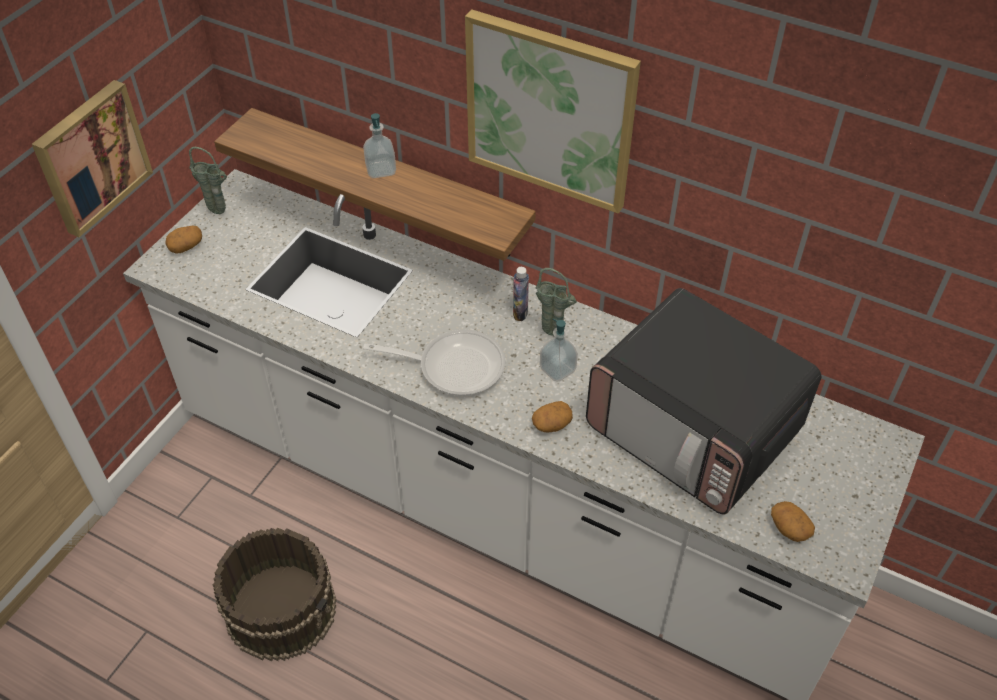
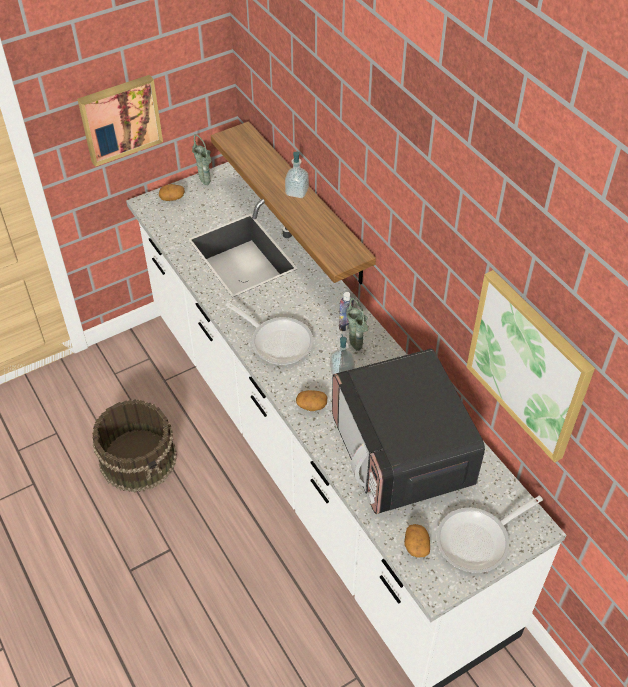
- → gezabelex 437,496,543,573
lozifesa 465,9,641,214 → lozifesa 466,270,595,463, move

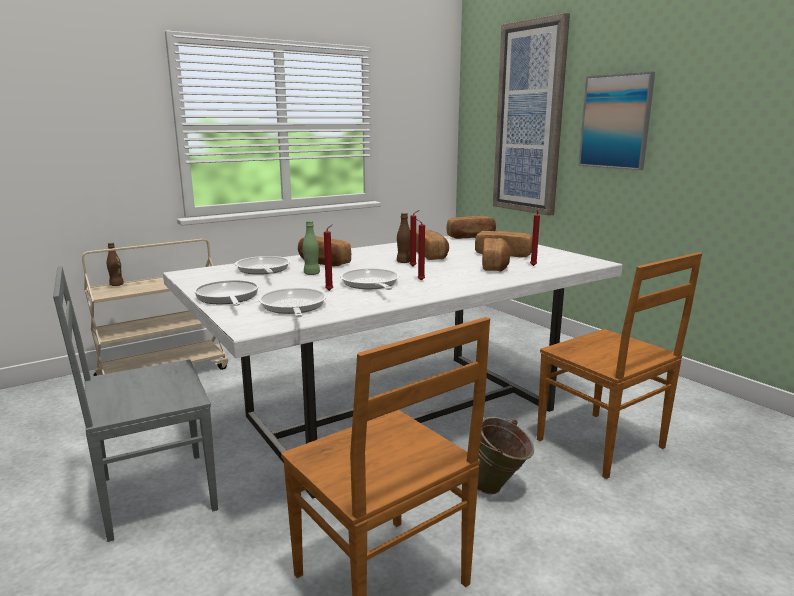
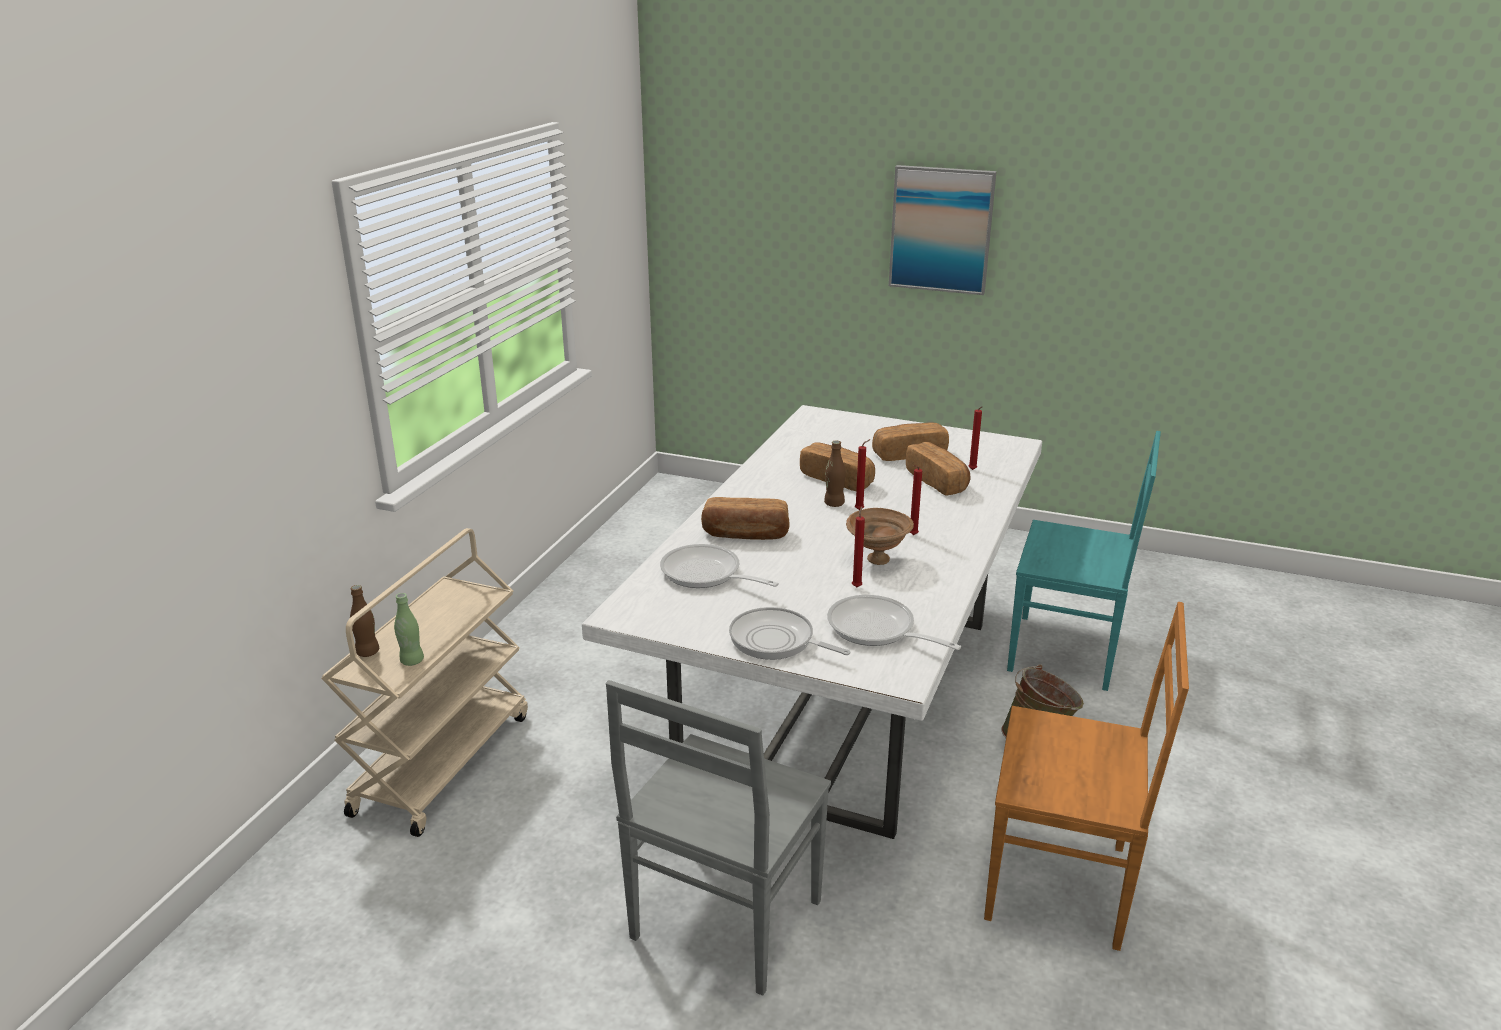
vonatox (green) 303,221,320,275 → vonatox (green) 394,593,424,666, move
gezabelex 340,268,400,290 → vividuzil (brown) 846,508,914,565
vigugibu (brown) 537,252,702,479 → vigugibu (turquoise) 1007,431,1161,691
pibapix 447,216,496,239 → -
lozifesa 493,13,570,216 → -

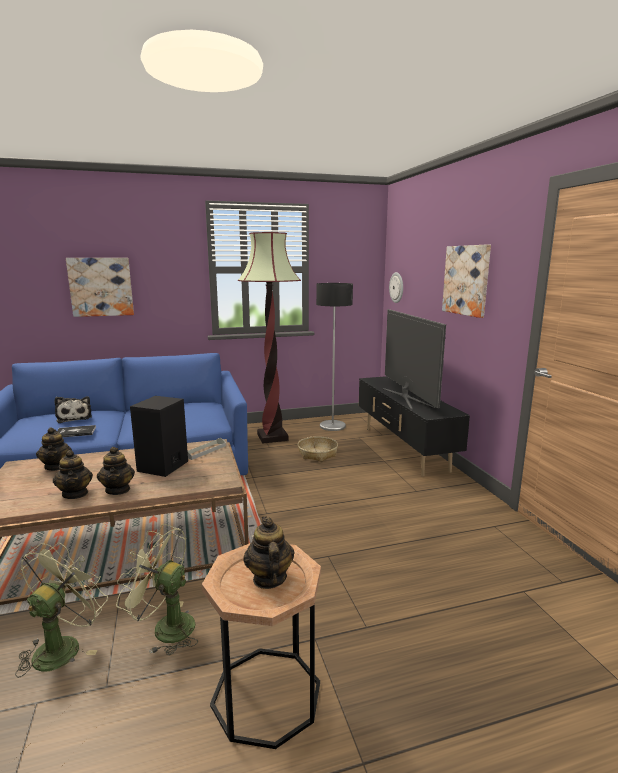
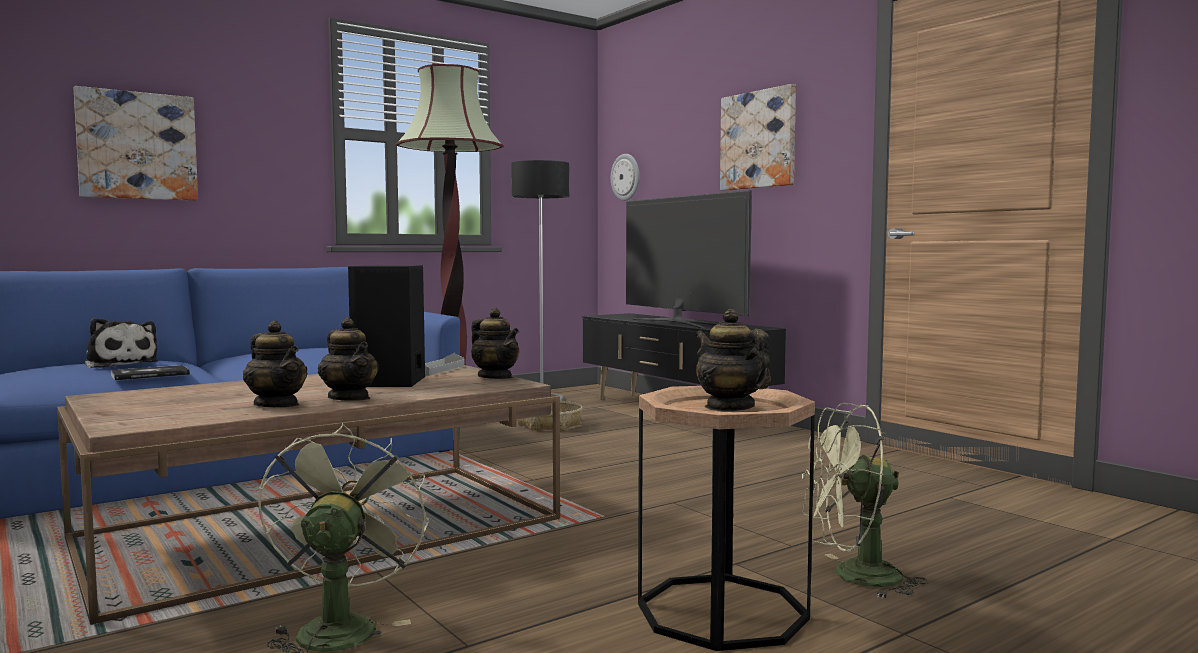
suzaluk 36,427,72,471 → suzaluk 471,308,519,379, move
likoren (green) 116,524,198,655 → likoren (green) 802,403,928,599, move

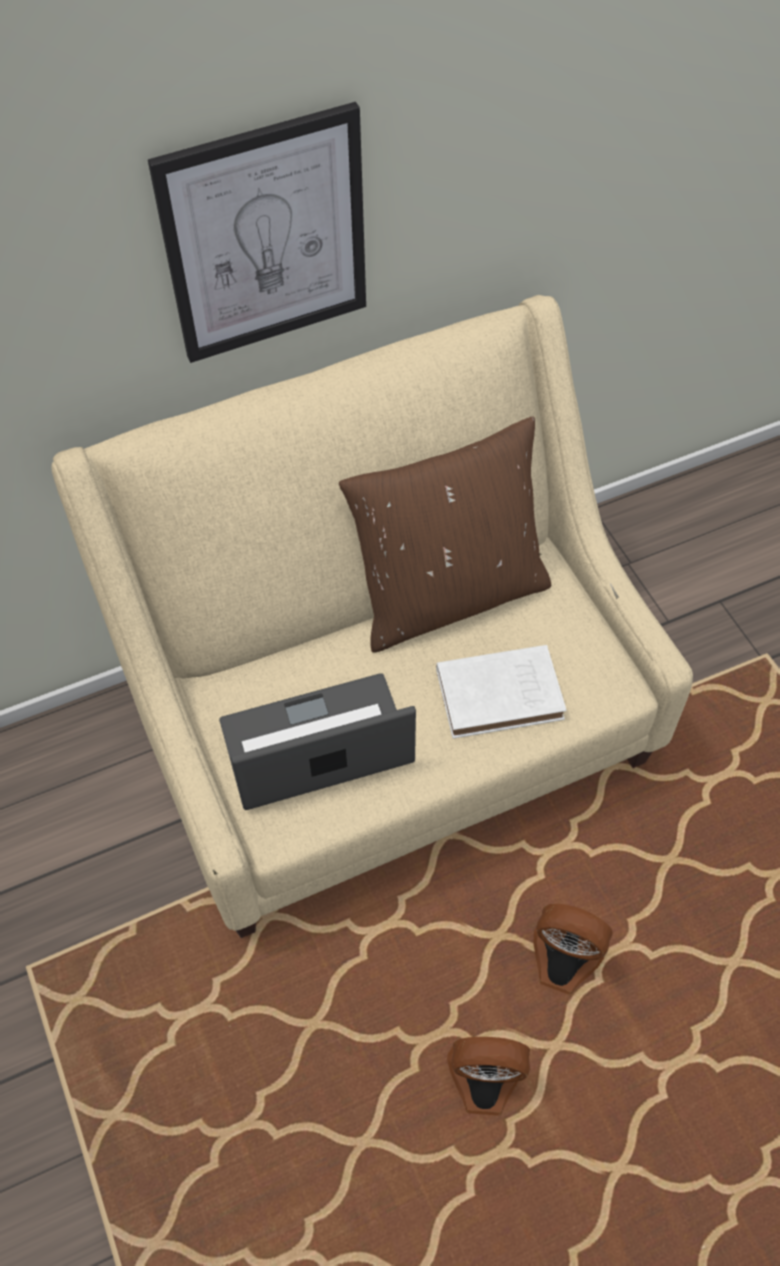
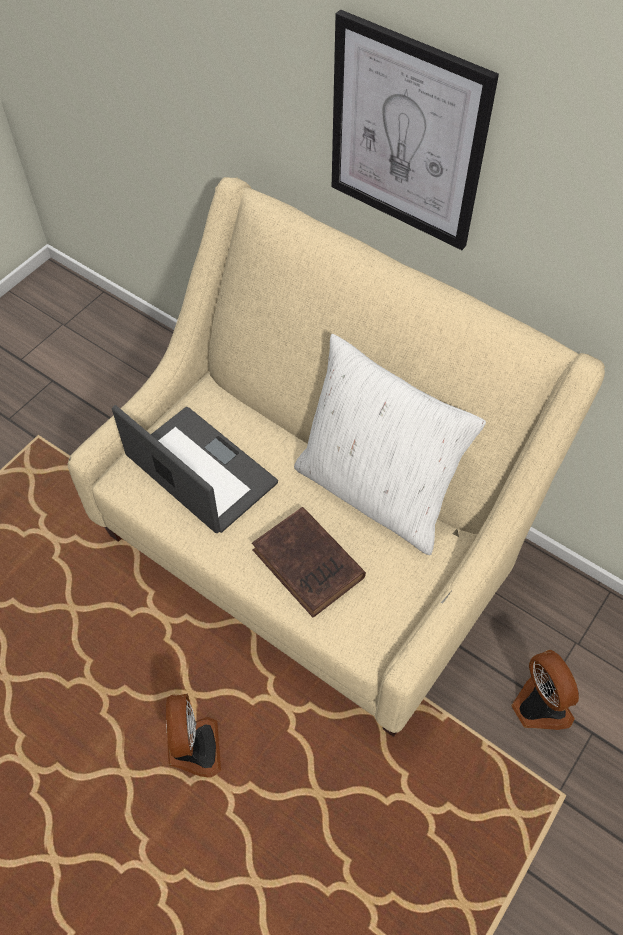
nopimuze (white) 436,645,566,738 → nopimuze (brown) 252,507,366,617
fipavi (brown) 339,416,551,653 → fipavi (white) 294,334,486,555
likoren 447,1037,530,1116 → likoren 512,650,579,730, move

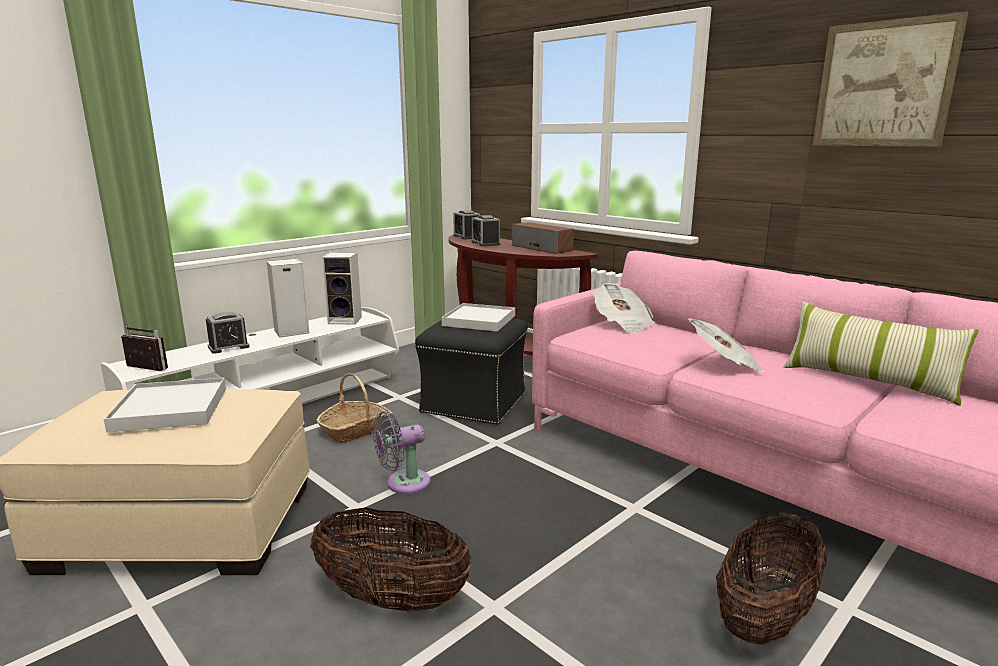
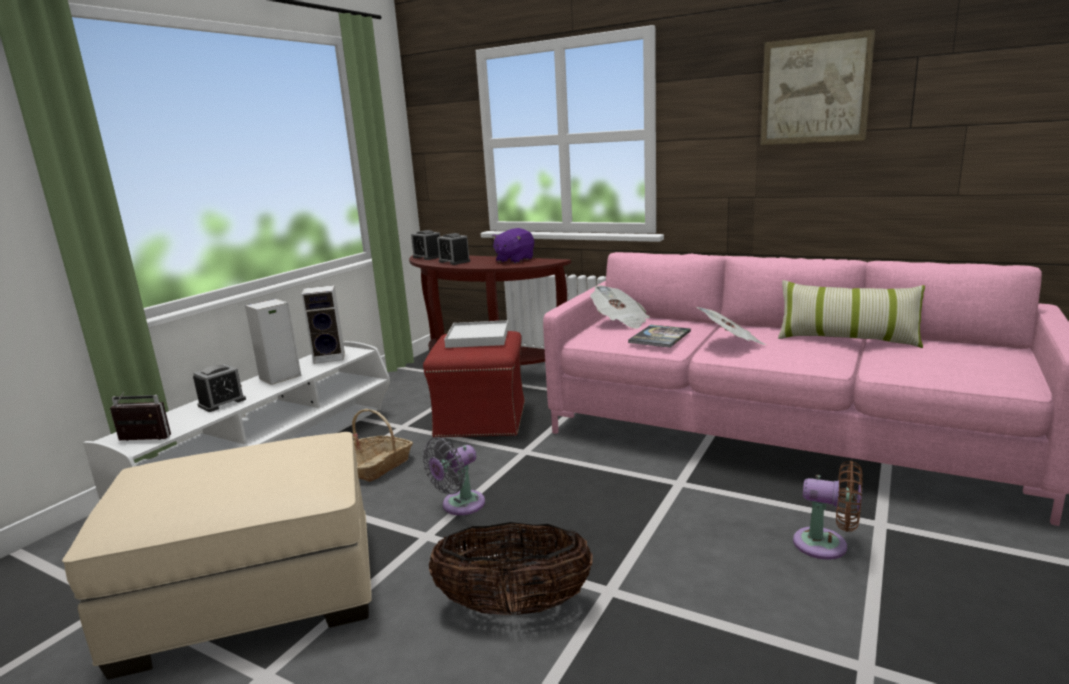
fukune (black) 415,318,528,425 → fukune (red) 423,331,525,437
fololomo 512,222,574,254 → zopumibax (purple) 492,228,534,263
- → nopimuze 628,325,691,348
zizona 716,512,827,644 → likoren (brown) 793,461,863,559
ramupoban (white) 104,378,226,432 → -

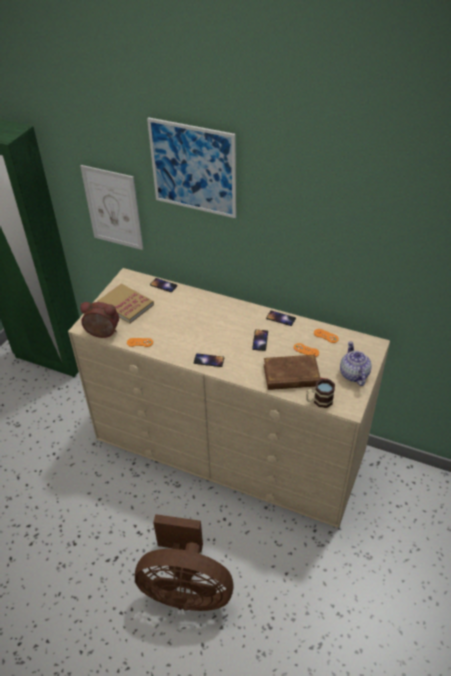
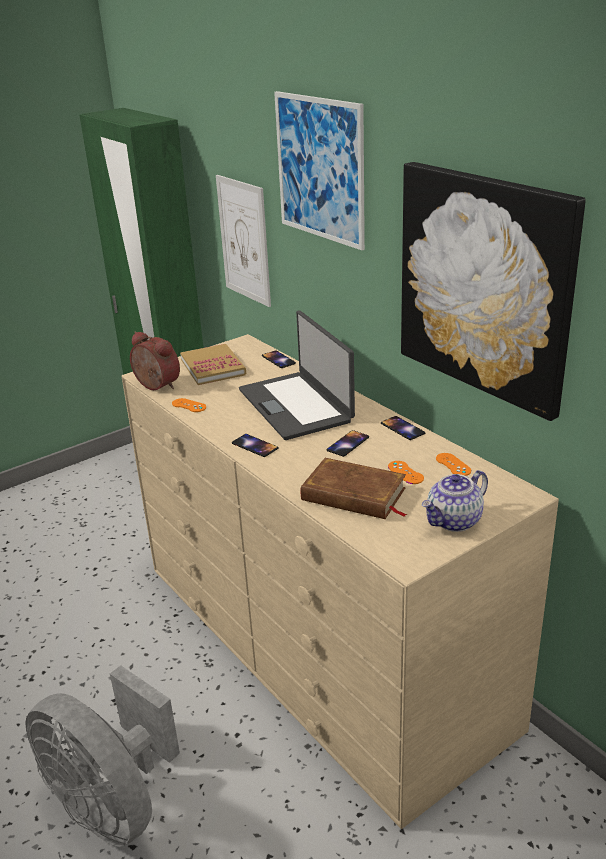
likoren (brown) 135,514,234,611 → likoren (grey) 25,665,180,847
- → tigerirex 239,311,355,440
- → lozifesa 401,162,586,421
suzaluk 340,341,372,386 → suzaluk 422,470,488,532, 150 degrees counterclockwise
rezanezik 306,379,335,408 → -

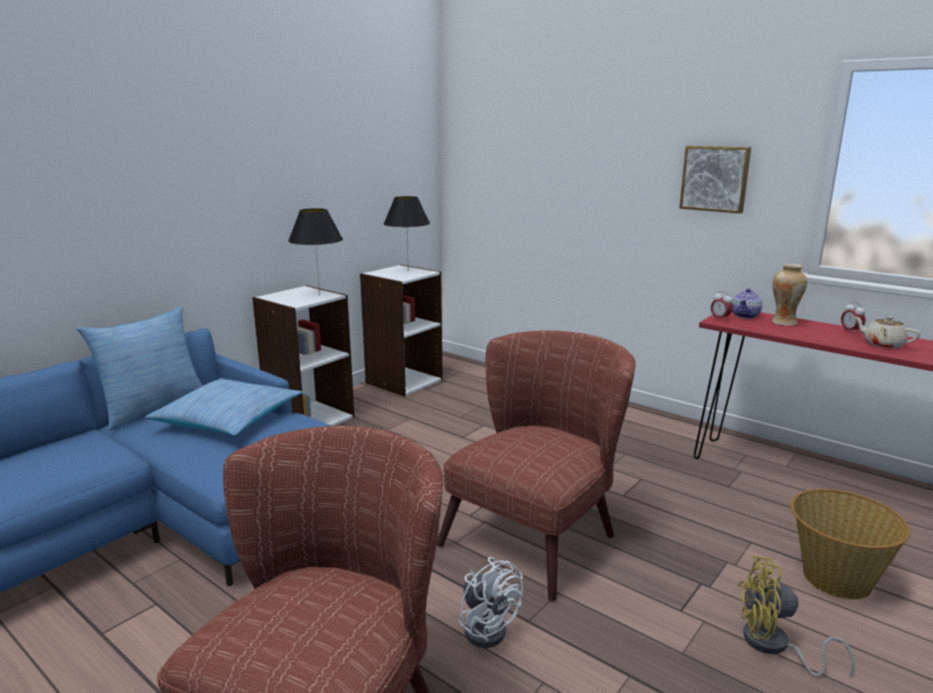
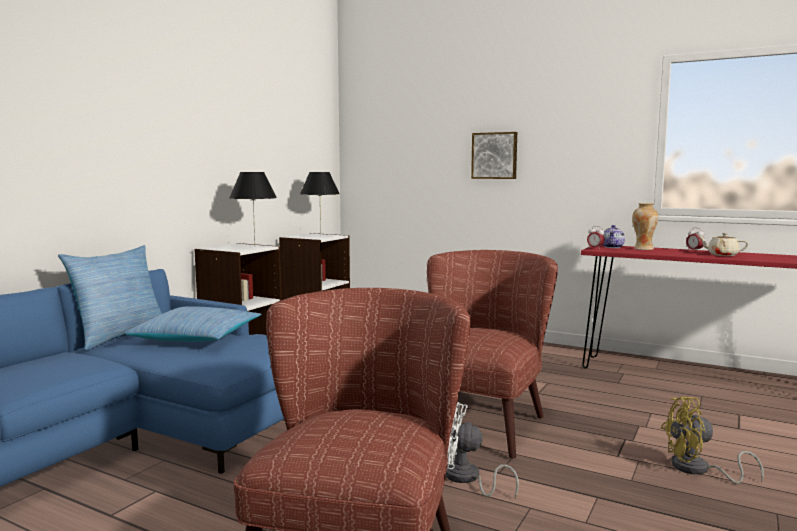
likoren (white) 458,557,523,648 → likoren (white) 445,402,519,498, 150 degrees clockwise
lozifesa 680,146,751,213 → lozifesa 471,132,517,179, move
zizona 790,489,910,600 → -

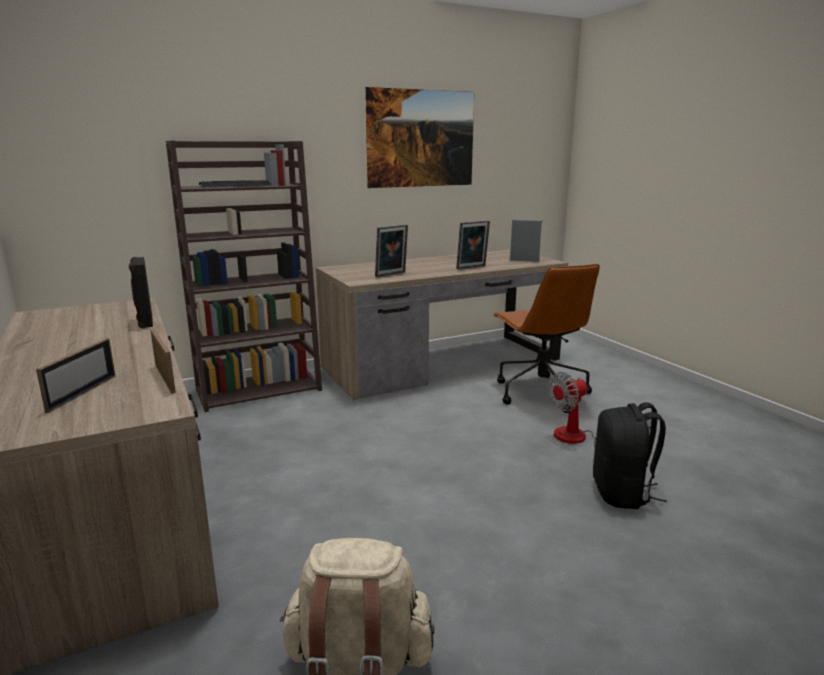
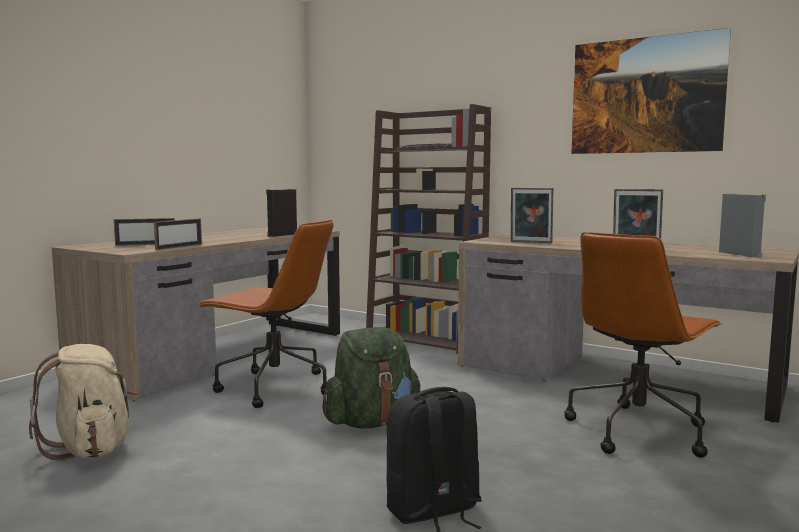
- → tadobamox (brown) 197,220,334,408
- → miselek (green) 322,327,420,428
likoren 549,372,651,444 → -

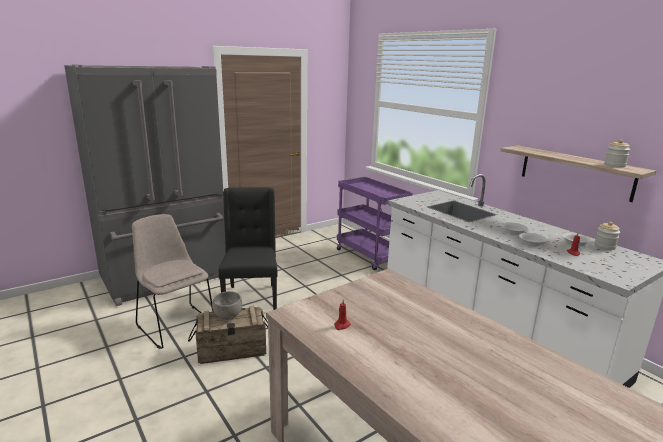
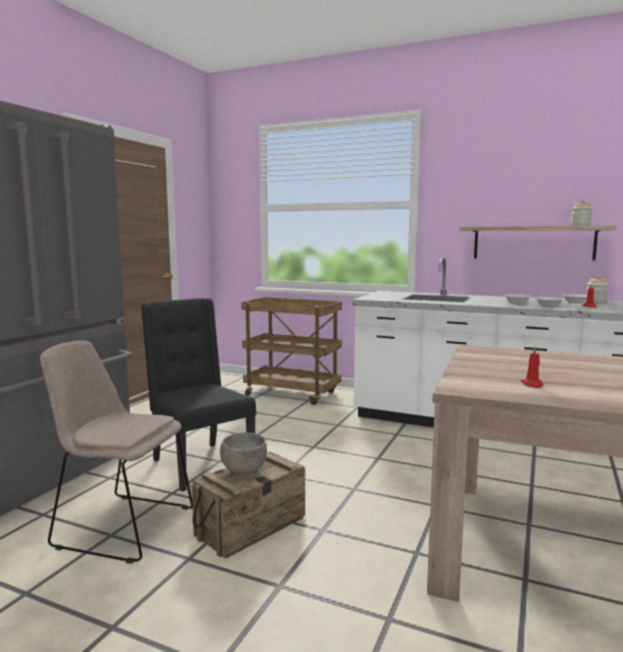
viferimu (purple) 337,177,412,270 → viferimu (brown) 241,297,342,405

